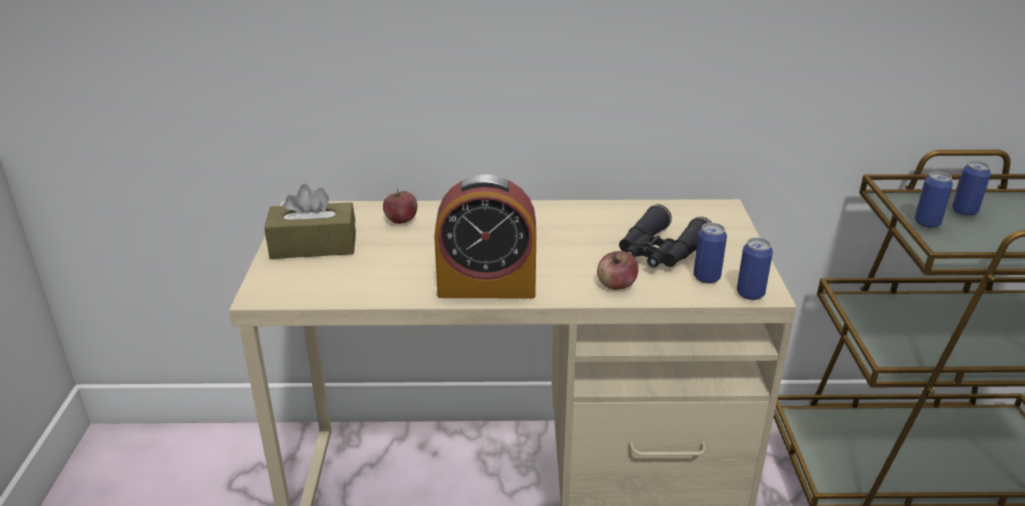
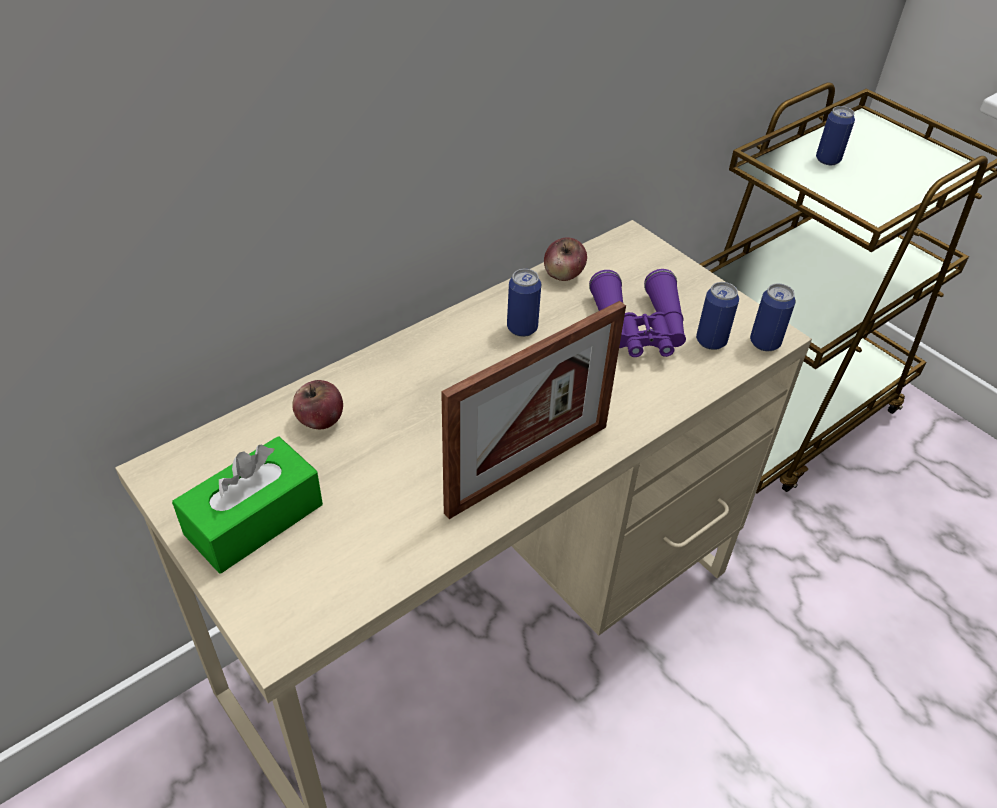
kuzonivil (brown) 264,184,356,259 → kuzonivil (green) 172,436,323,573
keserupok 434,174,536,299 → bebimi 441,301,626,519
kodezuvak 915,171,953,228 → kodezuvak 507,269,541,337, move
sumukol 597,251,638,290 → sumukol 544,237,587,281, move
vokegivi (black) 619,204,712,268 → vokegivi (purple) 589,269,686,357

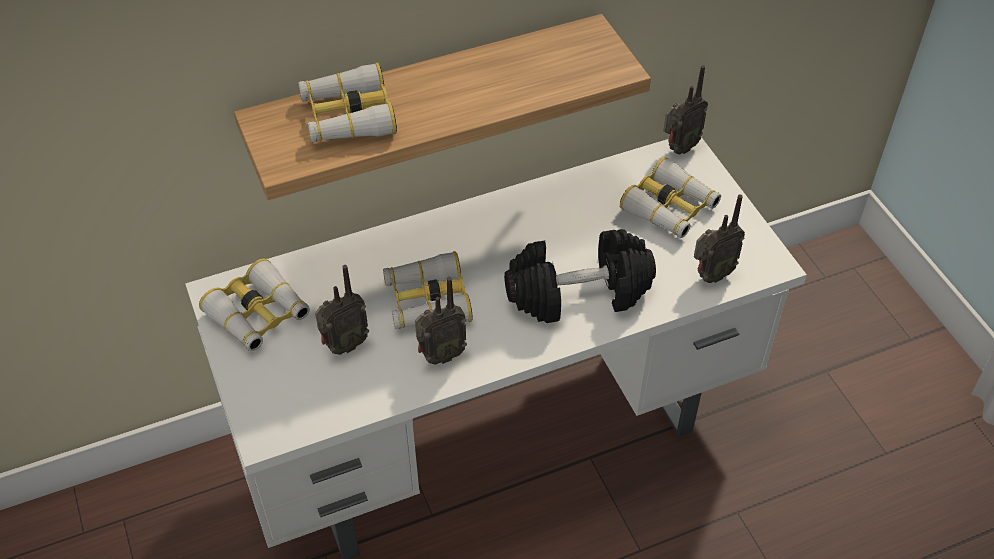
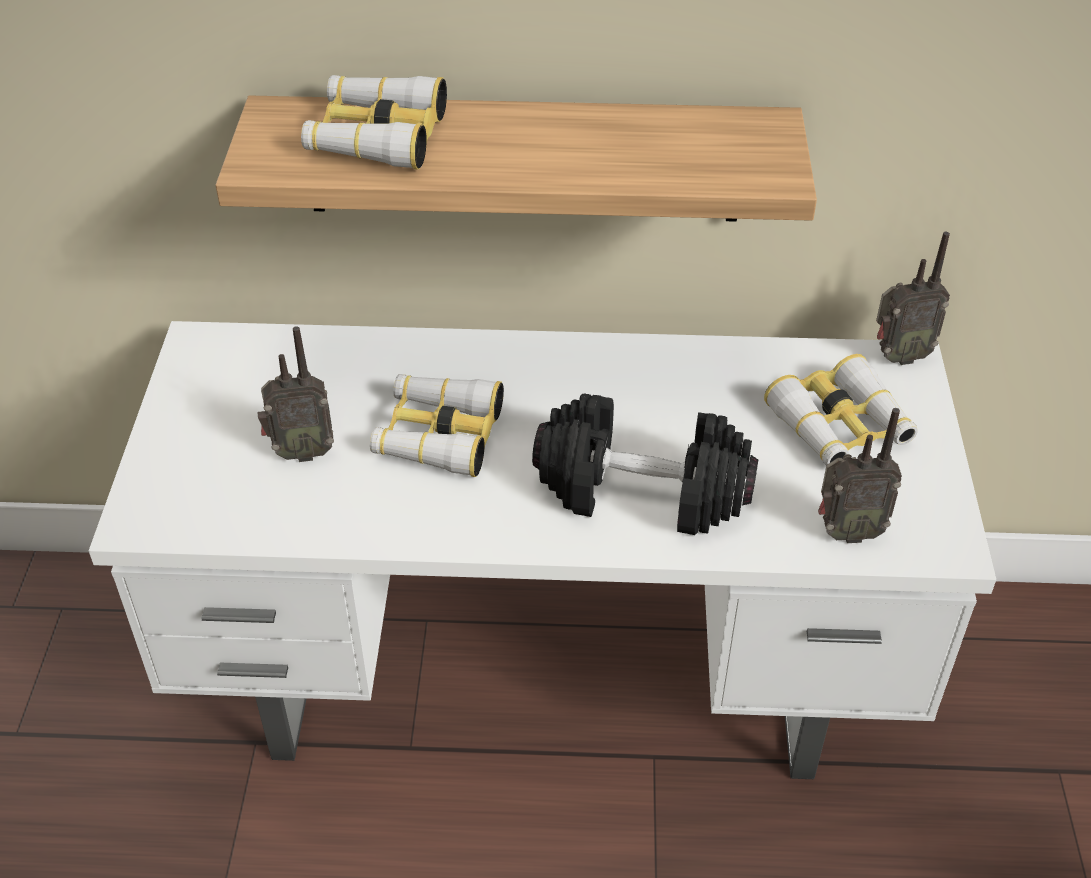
vokegivi 199,258,310,351 → -
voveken 415,277,467,365 → -

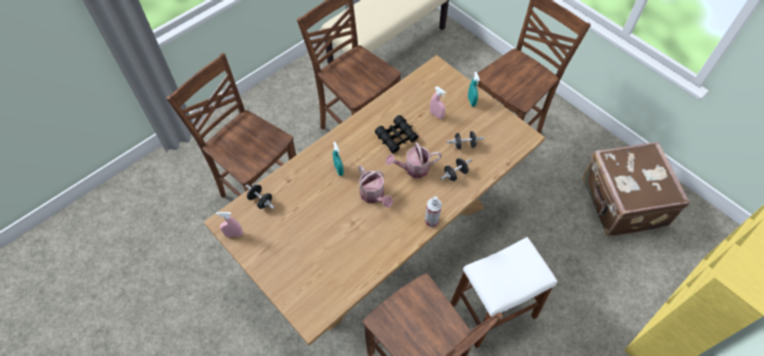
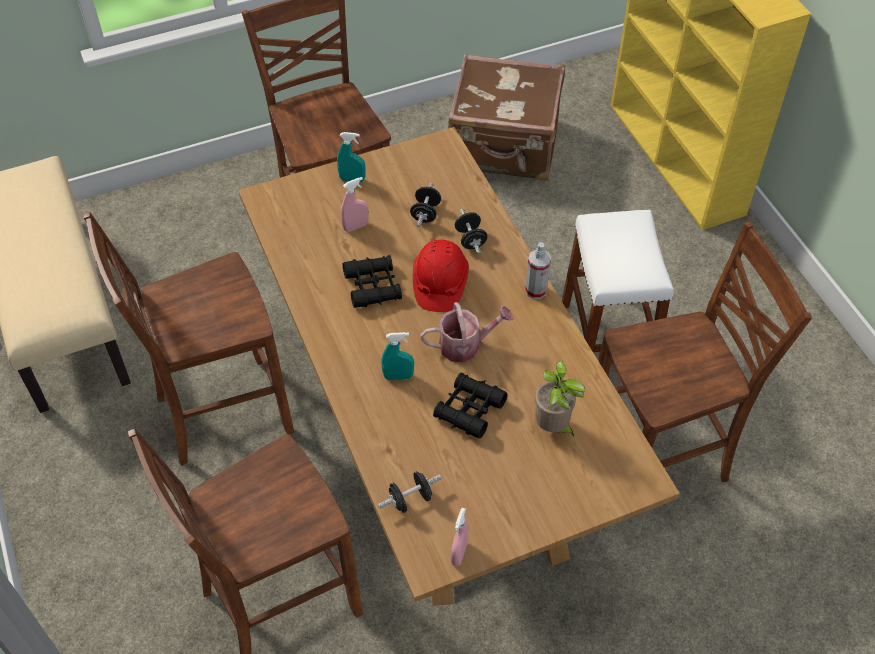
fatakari 386,143,442,178 → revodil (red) 413,240,469,312
- → vokegivi (black) 433,372,508,438
- → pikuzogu 535,361,585,436

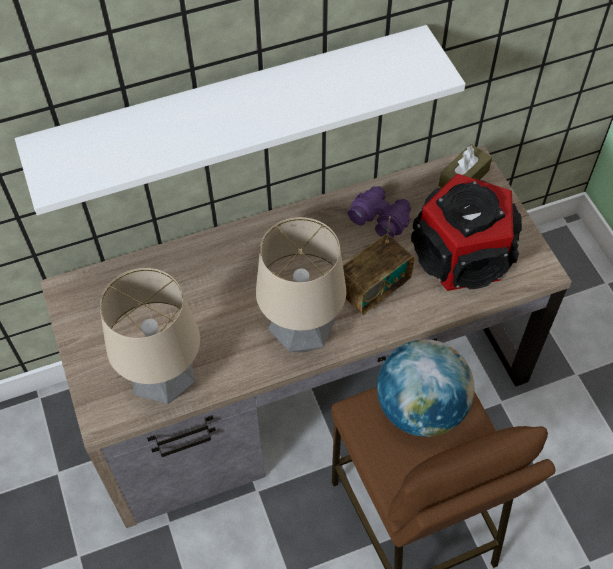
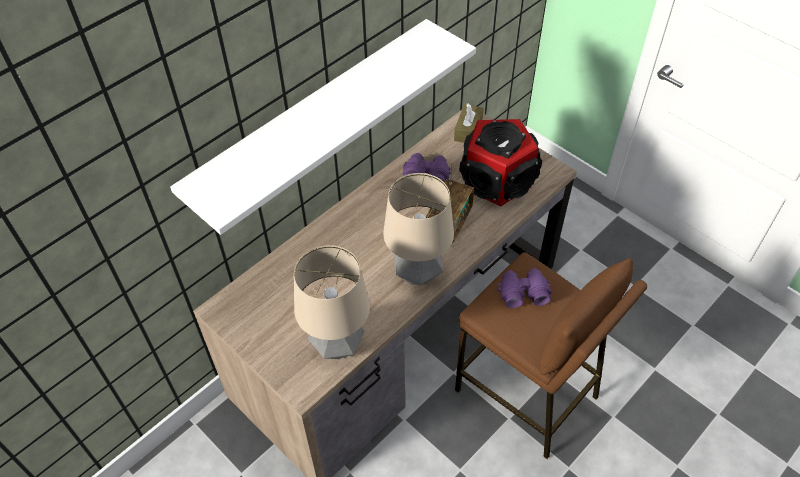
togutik 377,339,475,437 → vokegivi (purple) 498,268,552,308

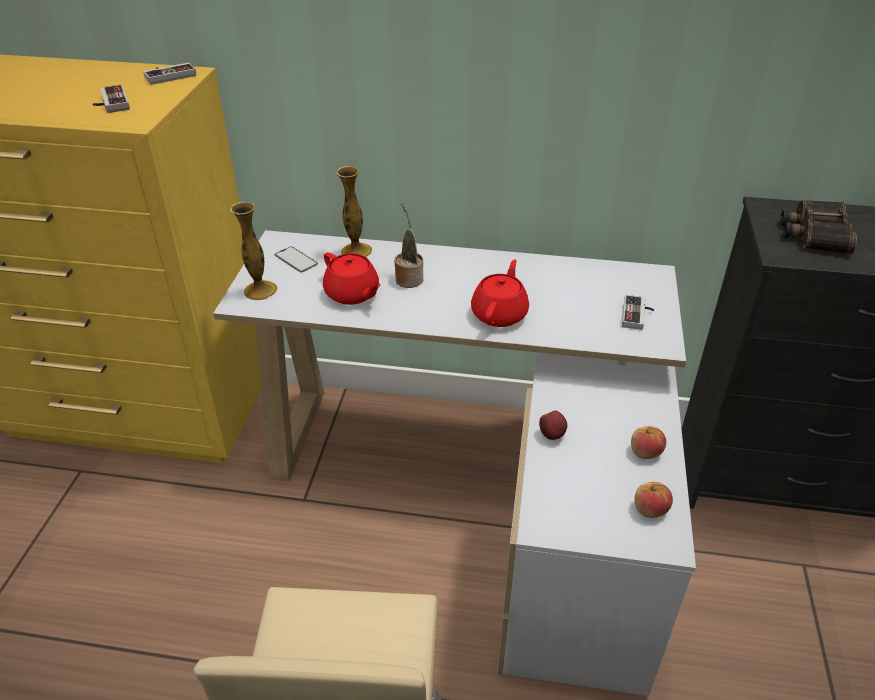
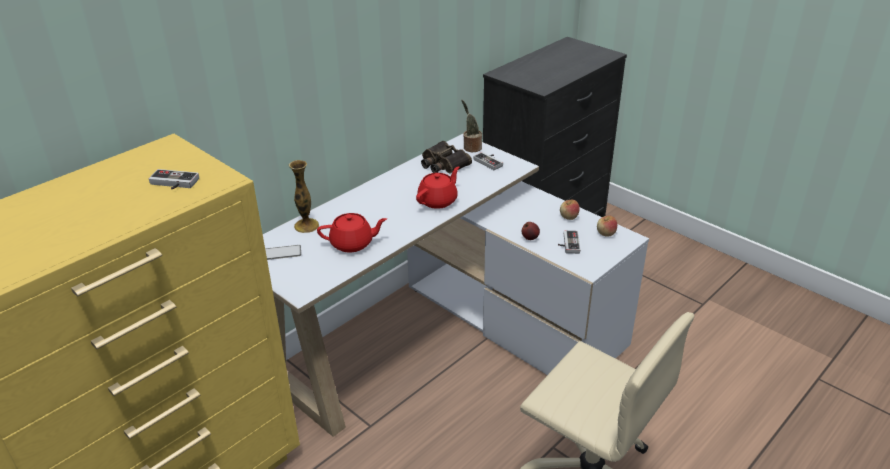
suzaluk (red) 471,260,529,327 → suzaluk (red) 416,166,459,209, 75 degrees clockwise
vokegivi 780,200,857,254 → vokegivi 421,141,472,173, move
pikuzogu 394,203,423,288 → pikuzogu 461,100,482,152, move
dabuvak 143,63,196,85 → dabuvak 558,231,580,254, move
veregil 230,202,278,300 → -

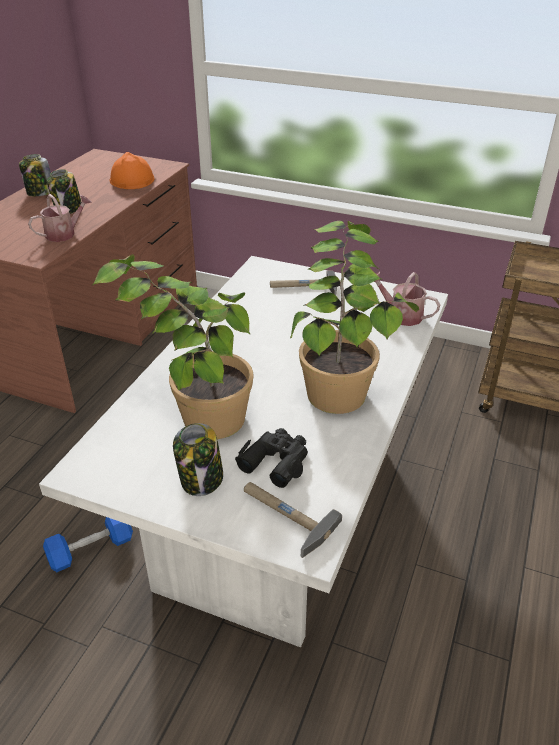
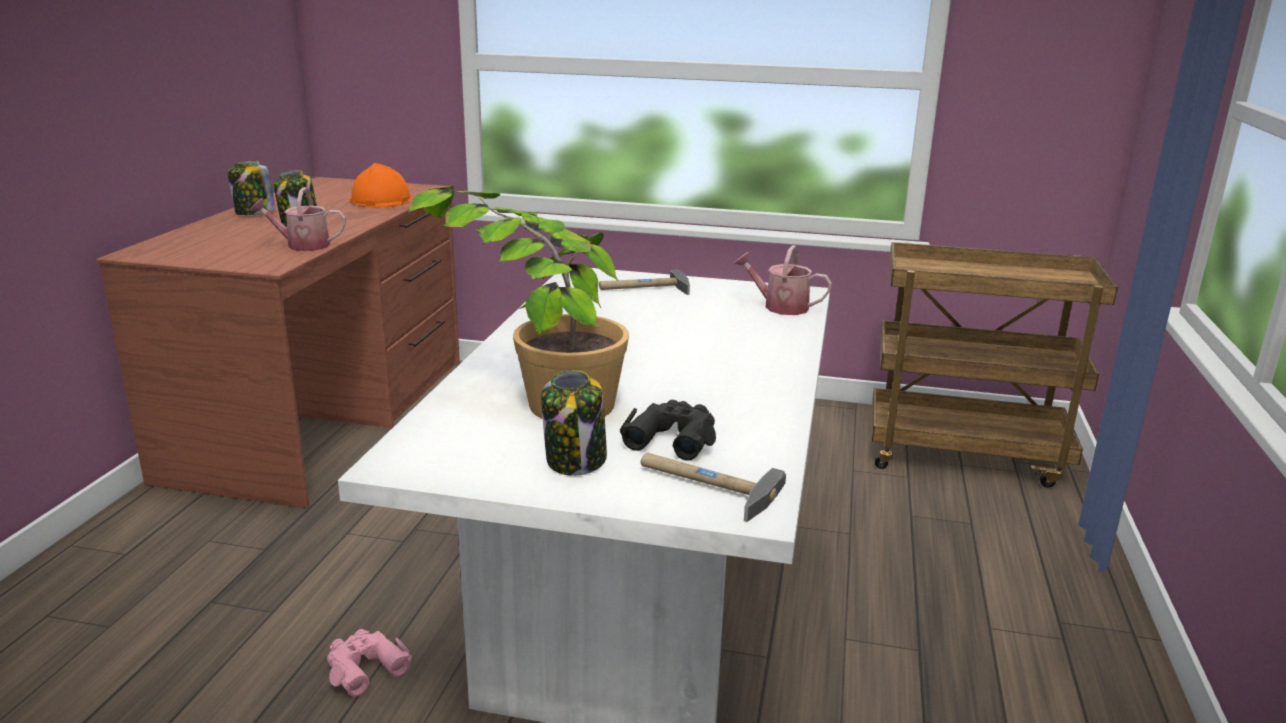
fatakari 28,194,92,242 → fatakari 250,187,346,251, 135 degrees counterclockwise
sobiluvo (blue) 43,517,133,572 → vokegivi (pink) 327,629,412,697
pikuzogu 290,221,419,414 → -

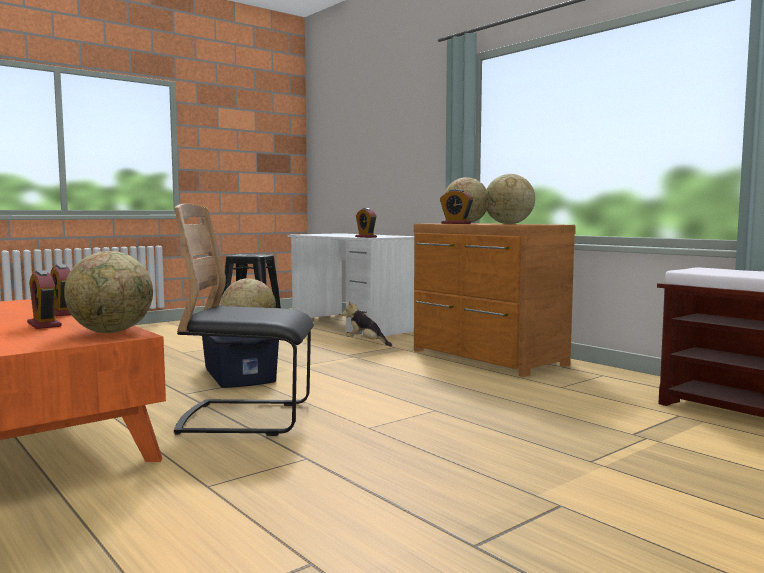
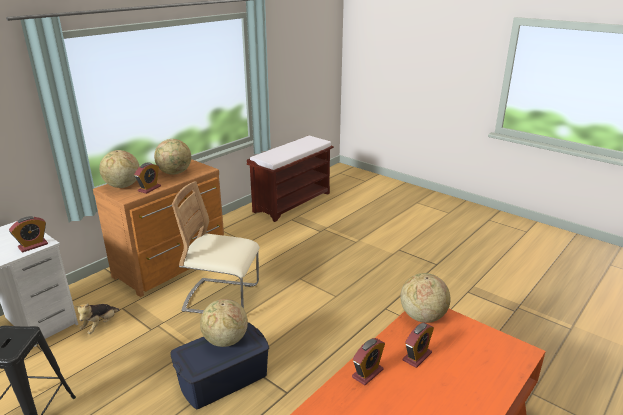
- → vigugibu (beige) 172,181,260,313
vigugibu (black) 174,204,314,436 → -

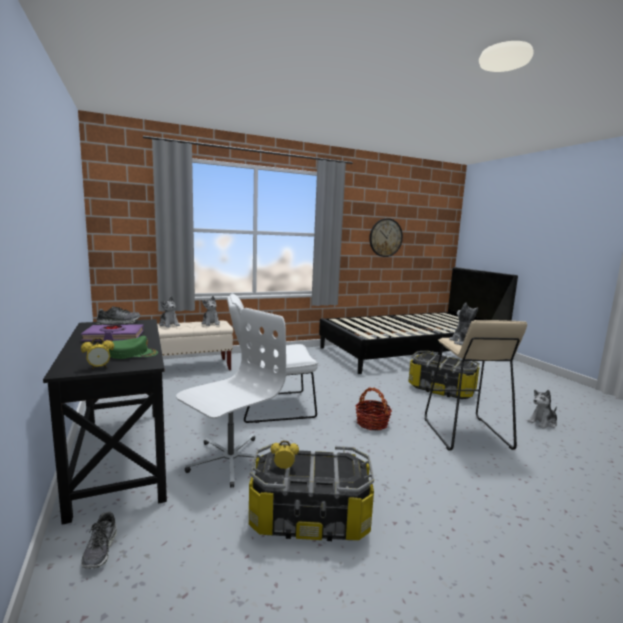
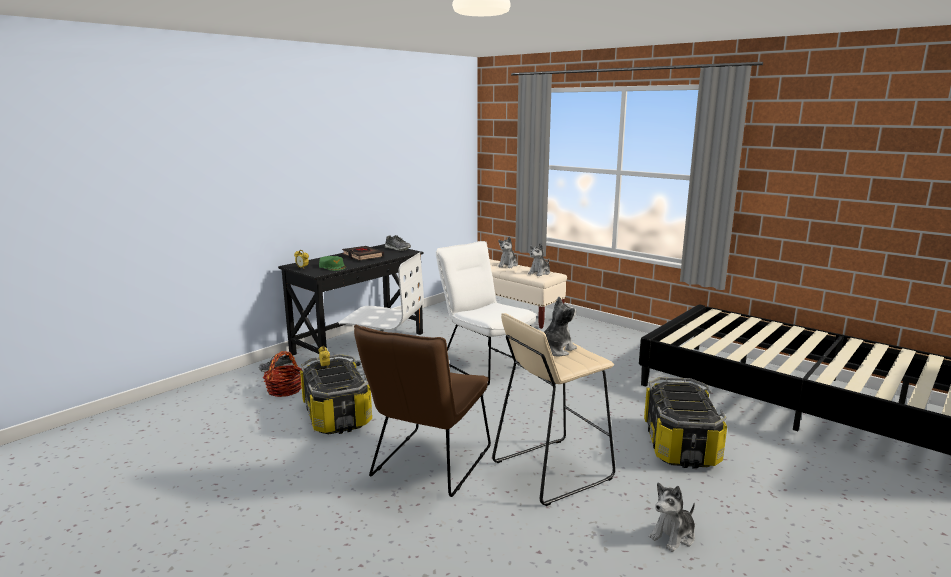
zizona 355,387,392,431 → zizona 263,351,302,397, move
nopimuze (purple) 81,324,144,341 → nopimuze (black) 342,246,384,261
- → vigugibu (brown) 354,325,491,497
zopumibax 528,390,557,429 → zopumibax 649,482,695,552, 75 degrees counterclockwise
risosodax 369,218,403,257 → -

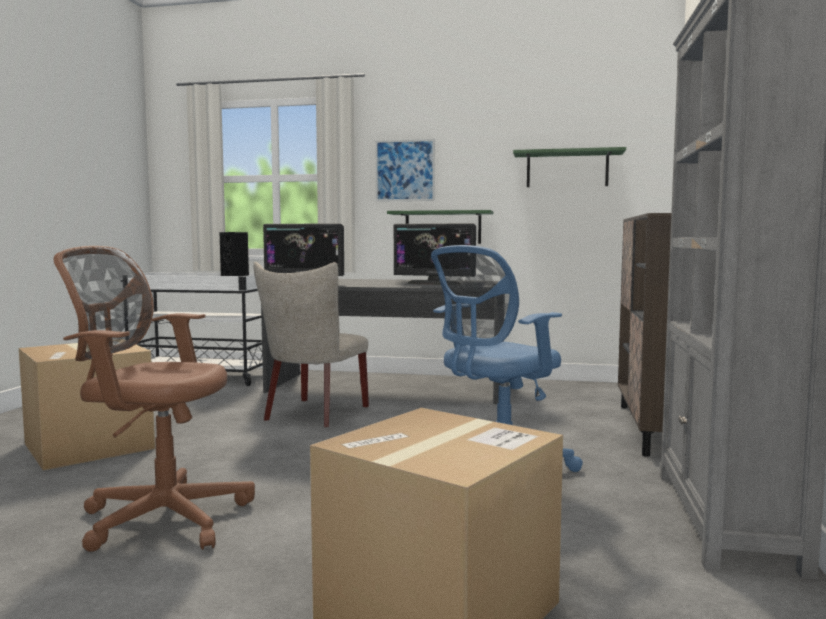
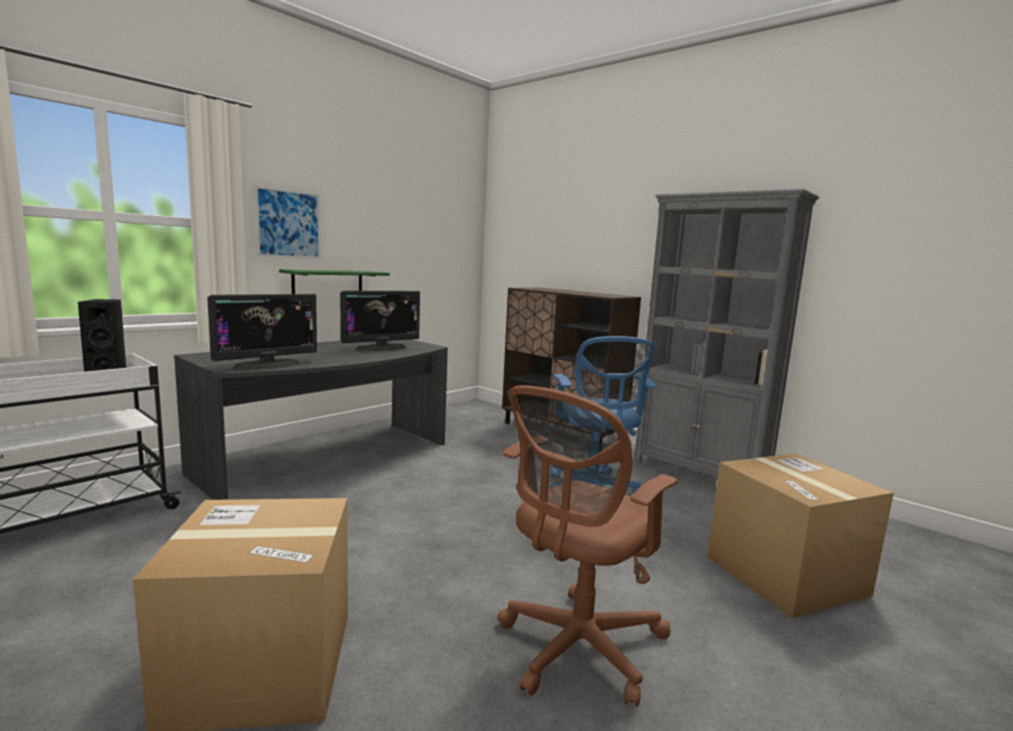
vigugibu (beige) 253,262,369,427 → -
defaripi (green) 513,147,626,187 → -

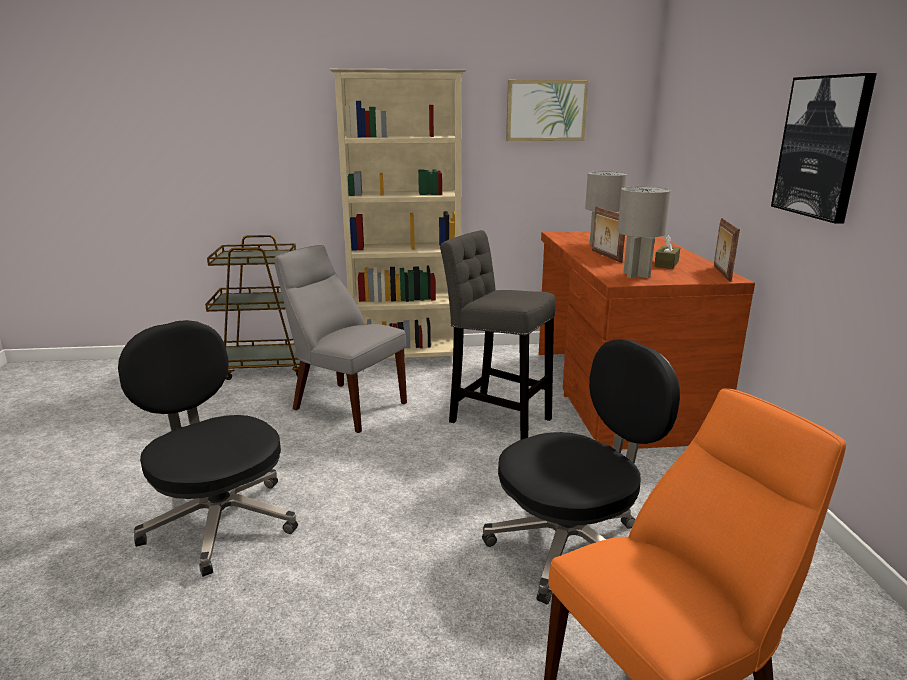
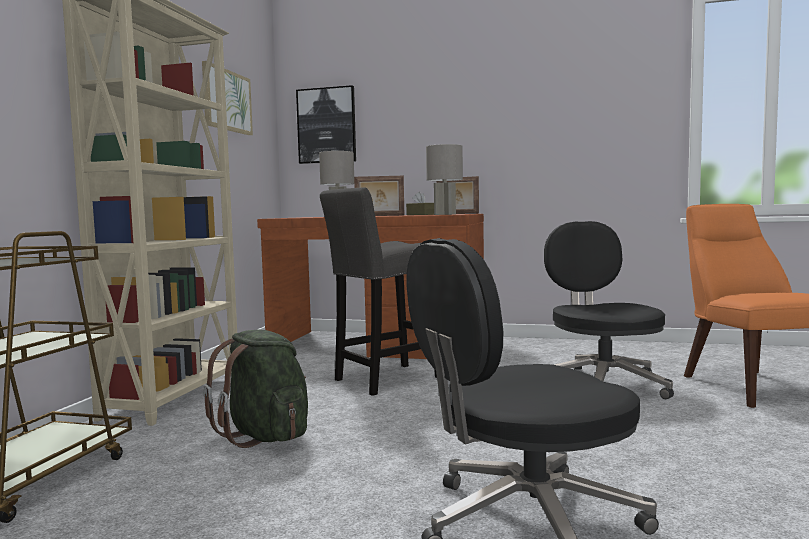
vigugibu (grey) 274,245,407,433 → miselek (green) 203,330,308,448
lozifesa 771,73,877,224 → lozifesa 296,85,356,164, move

